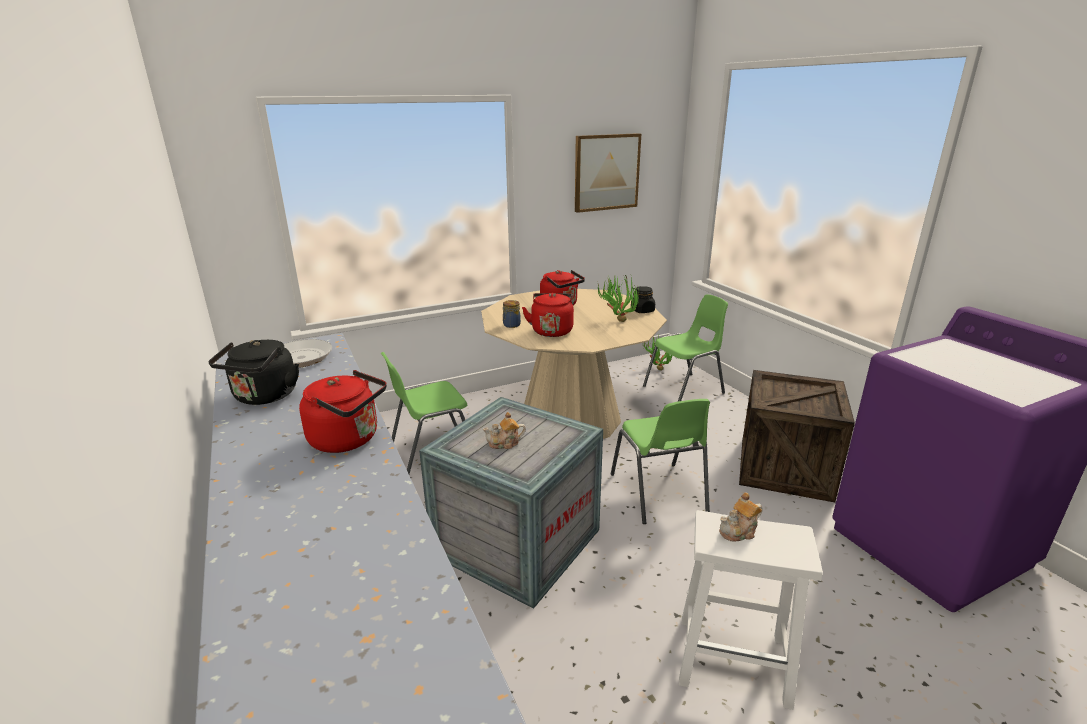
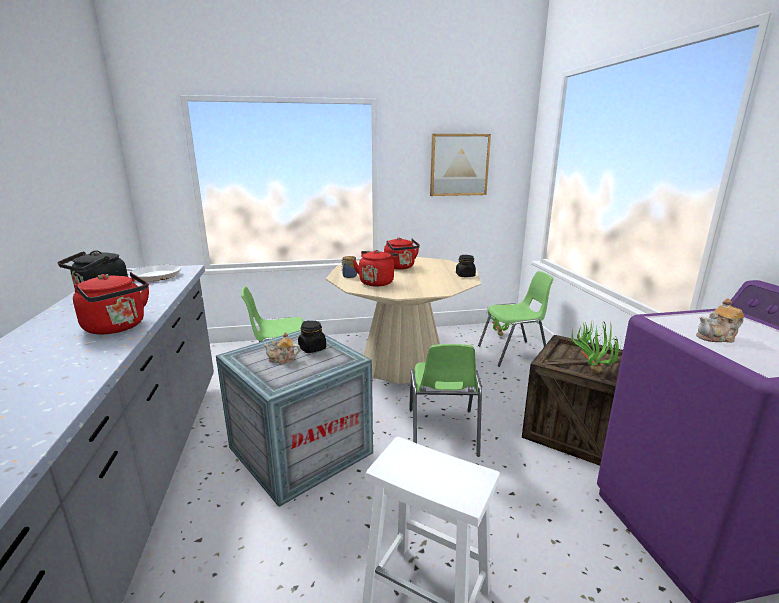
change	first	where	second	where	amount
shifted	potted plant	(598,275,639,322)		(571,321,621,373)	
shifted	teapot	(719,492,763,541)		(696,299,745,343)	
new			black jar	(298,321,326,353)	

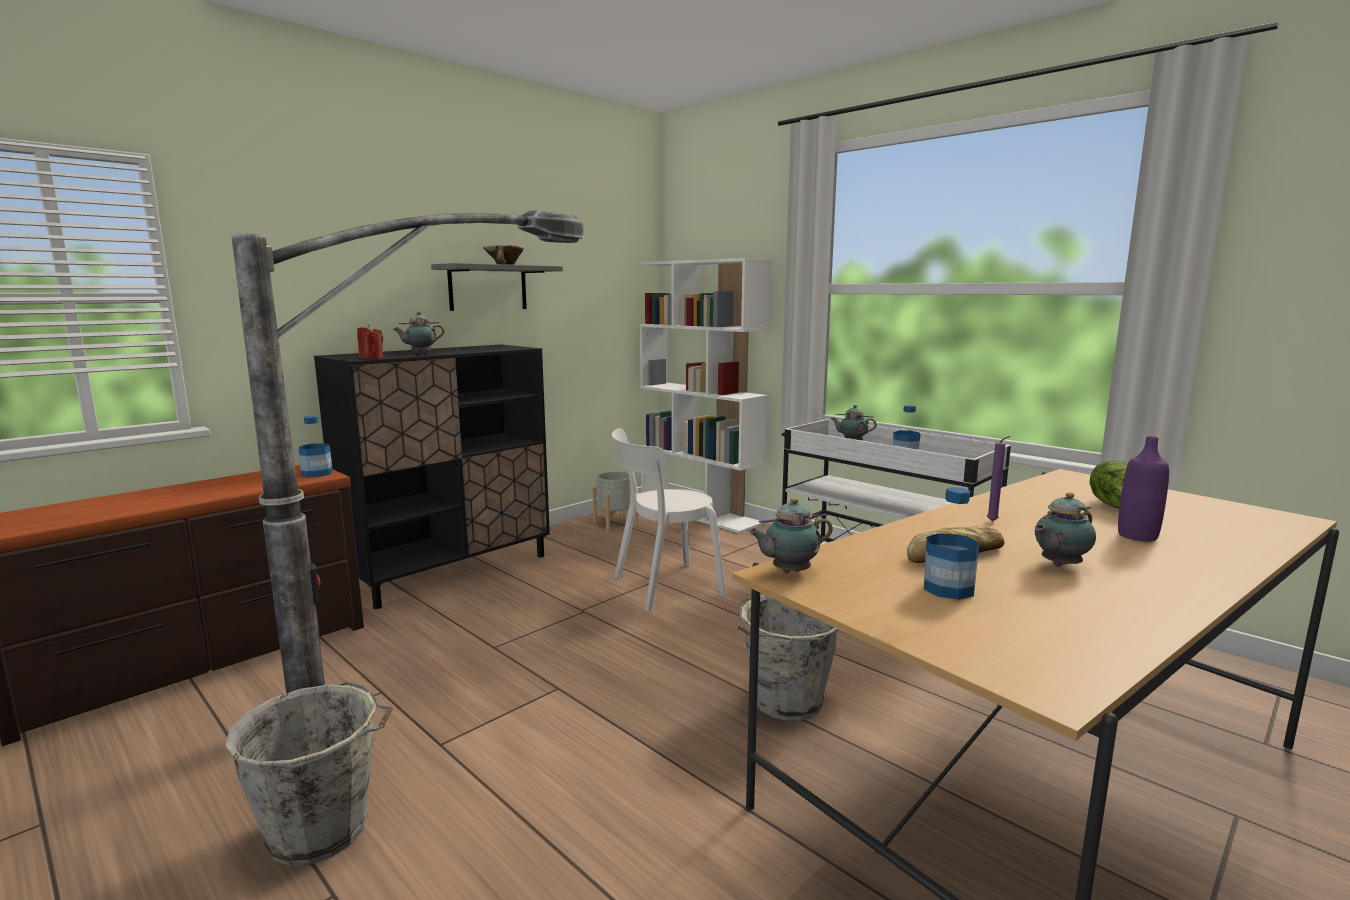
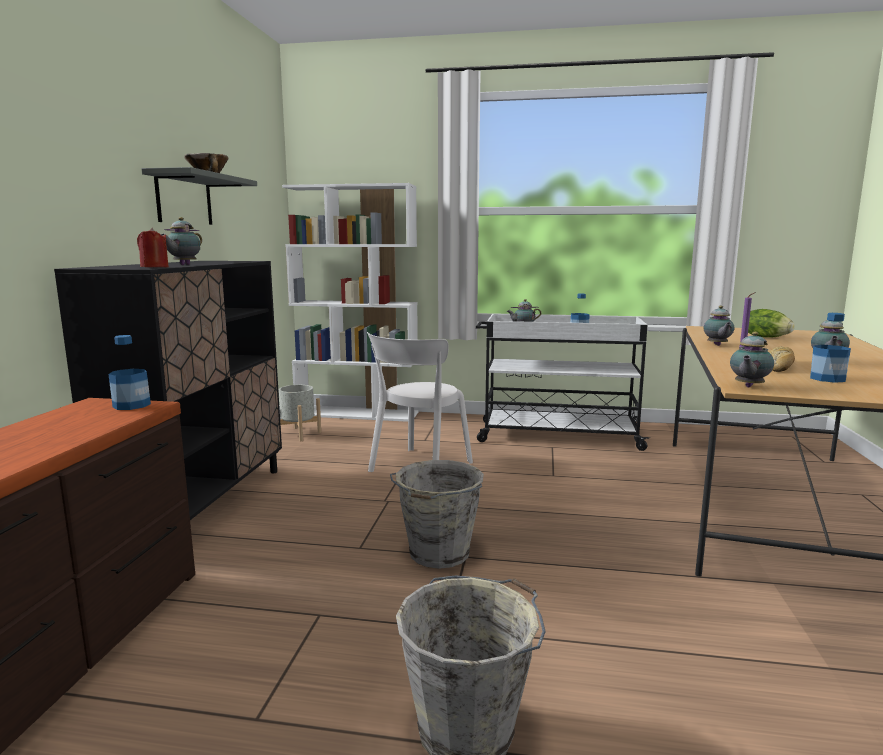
change	first	where	second	where	amount
gone	floor lamp	(231,210,584,693)			
gone	purple bottle	(1118,436,1169,542)			
shifted	grey bucket	(737,595,838,721)		(390,460,484,569)	
new			teapot	(704,306,734,346)	

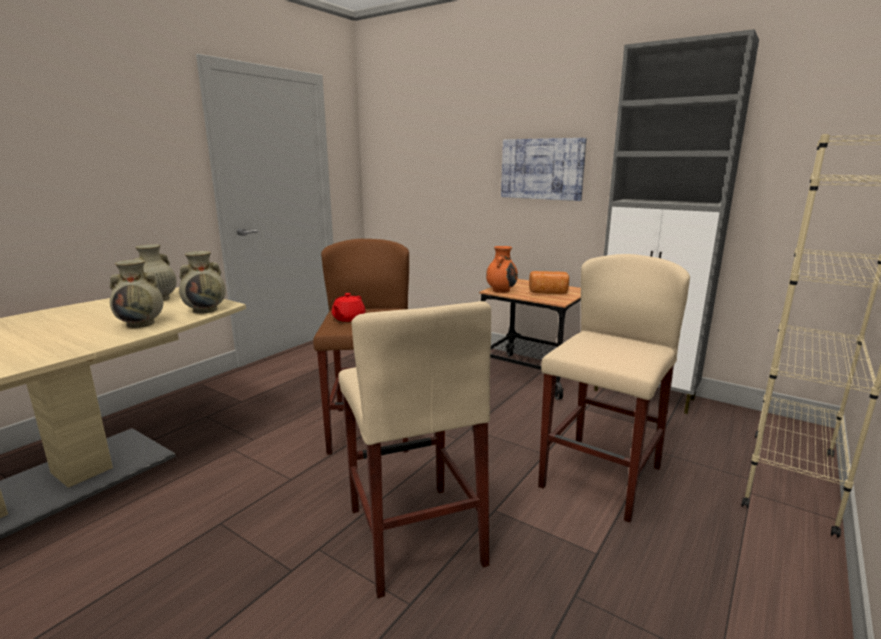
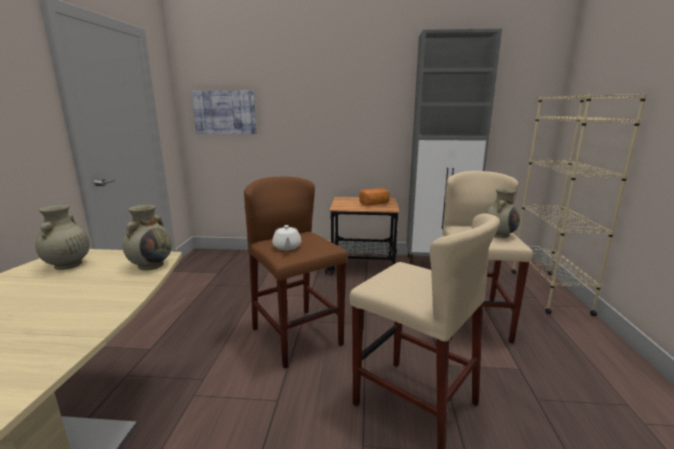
change	first	where	second	where	amount
shifted	picture	(501,138,587,201)		(192,91,256,134)	
gone	orange vase	(486,246,518,293)			
shifted	beige vase	(110,260,163,328)		(486,189,520,238)	
repainted	red teapot	(332,293,366,322)	white teapot	(272,225,301,250)	

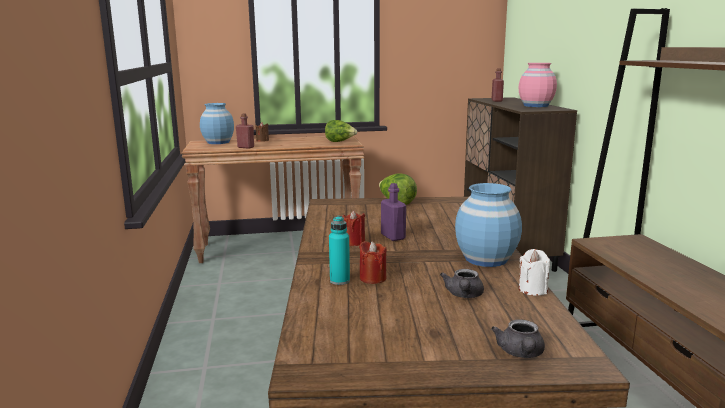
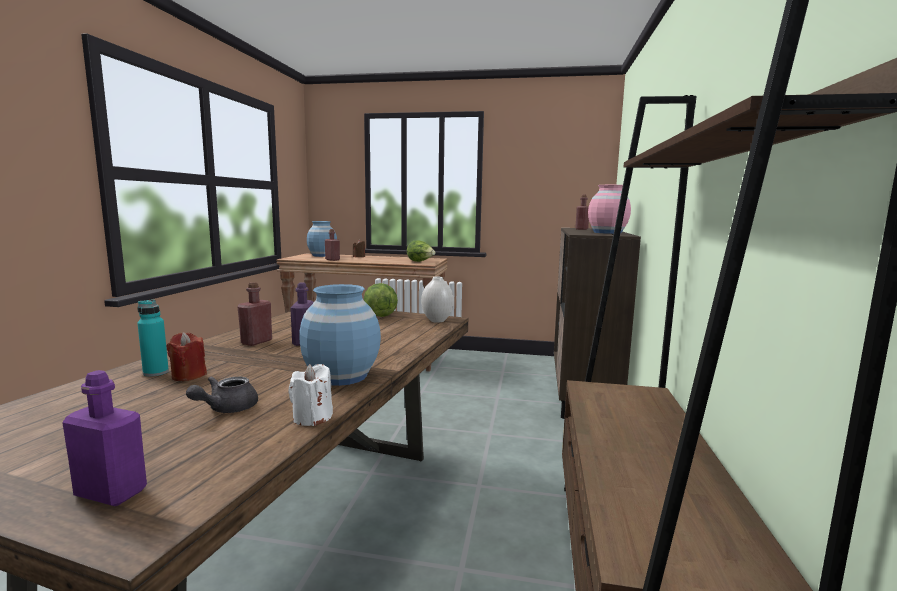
change	first	where	second	where	amount
swapped	red candle	(342,210,365,246)	red bottle	(237,282,272,346)	
swapped	grey teapot	(491,319,545,358)	purple bottle	(62,370,147,506)	
new			white vase	(421,276,454,323)	

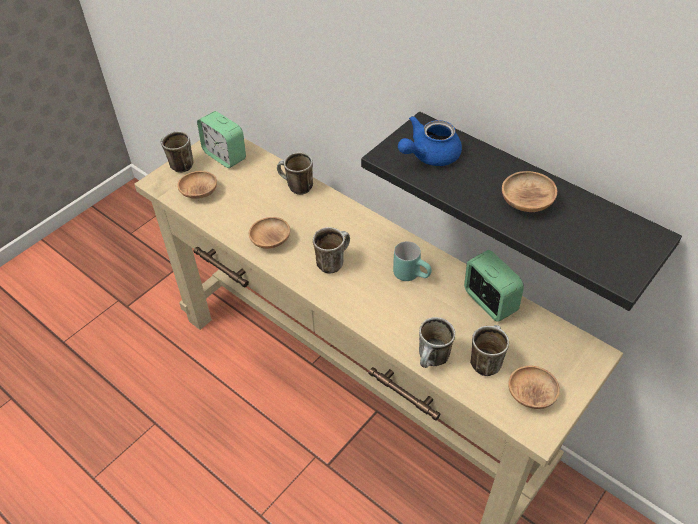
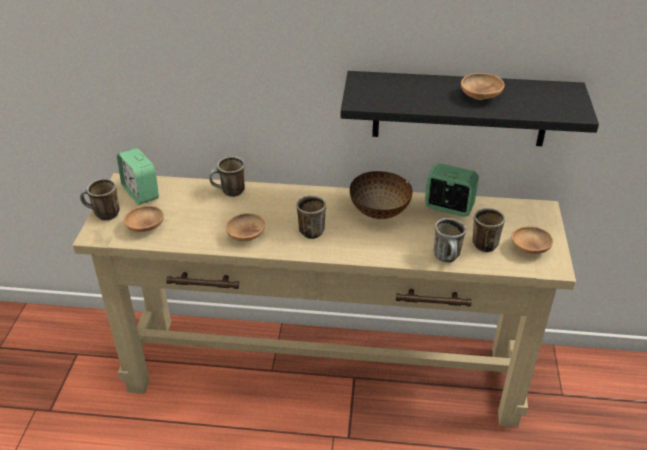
change	first	where	second	where	amount
rotated	alarm clock	(197,111,246,168)		(117,148,159,205)	45 degrees clockwise
gone	blue teapot	(398,116,462,166)			
swapped	turquoise mug	(393,241,432,281)	bowl	(350,171,412,219)	

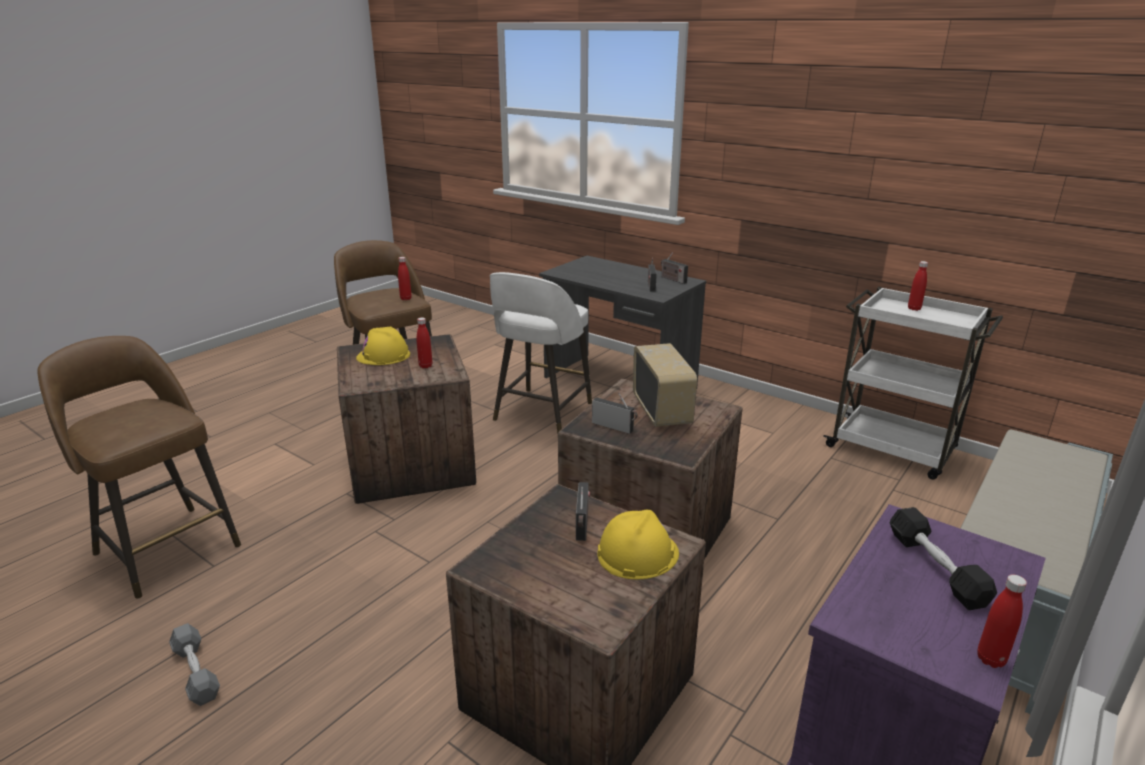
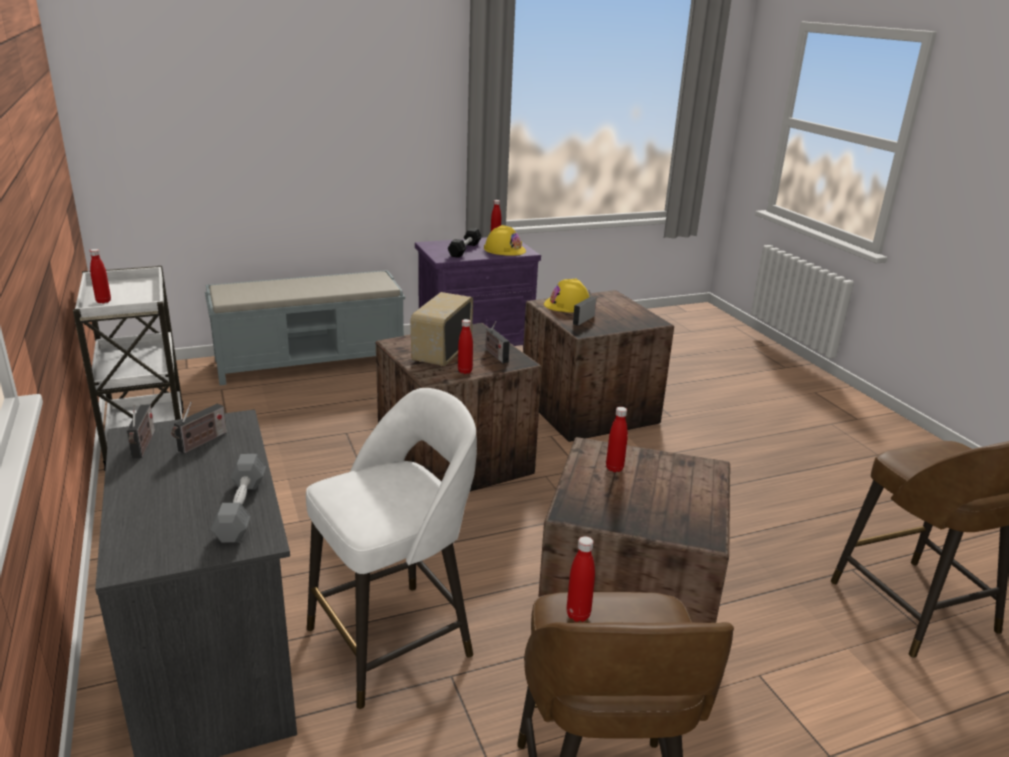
change	first	where	second	where	amount
shifted	yellow hard hat	(356,327,410,365)		(484,225,526,256)	
shifted	grey dumbbell	(169,623,220,706)		(211,454,266,543)	
new			red bottle	(458,319,473,374)	

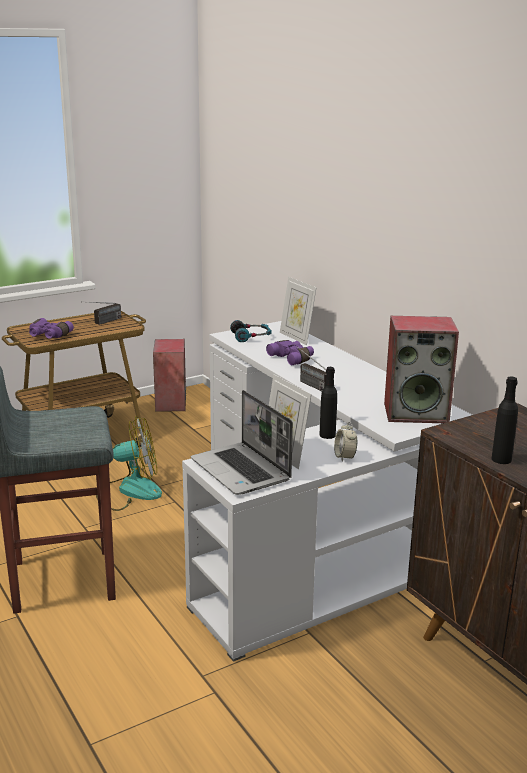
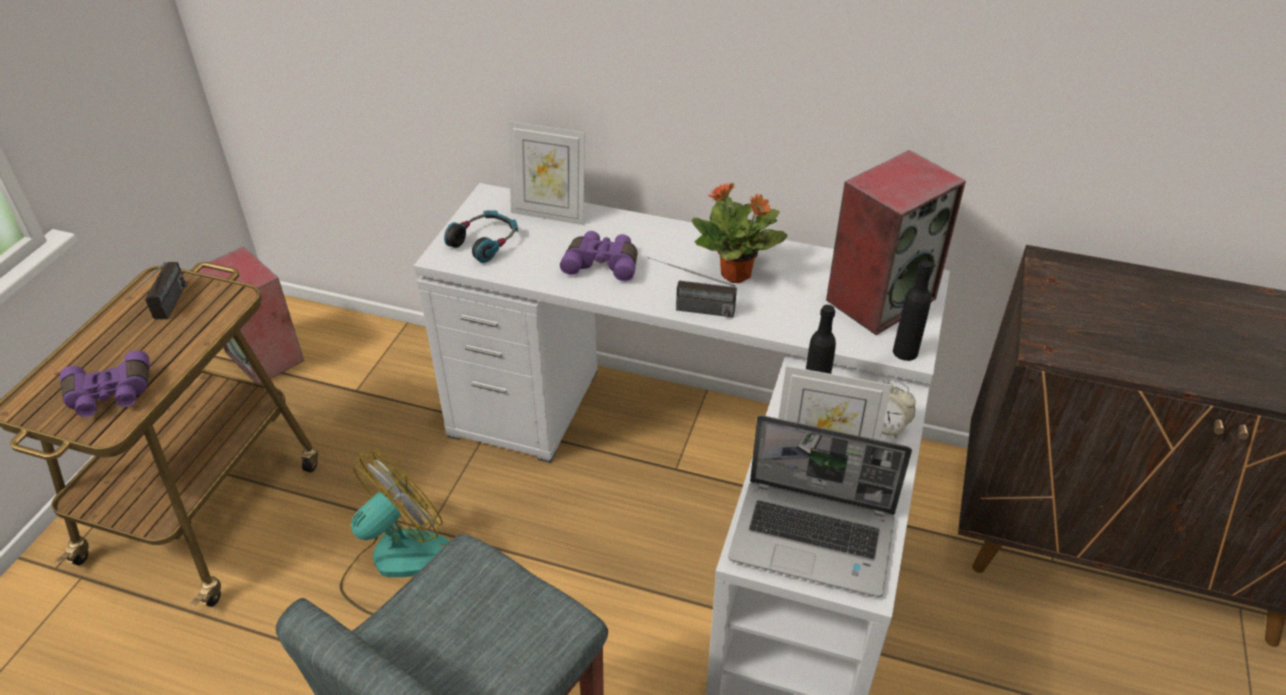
change	first	where	second	where	amount
shifted	black bottle	(492,376,518,464)		(893,260,933,361)	
new			potted plant	(691,183,787,283)	

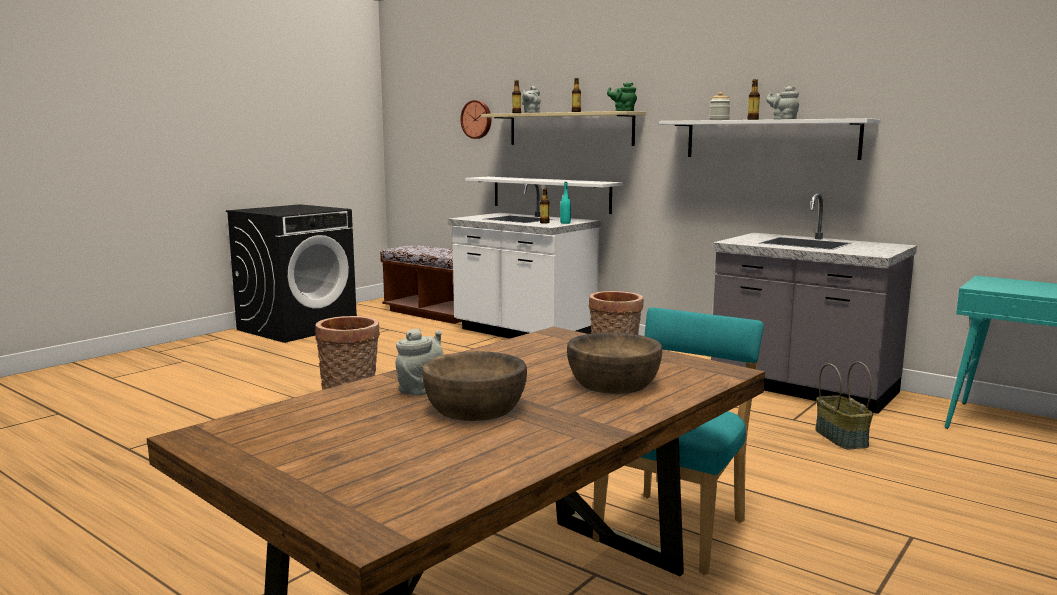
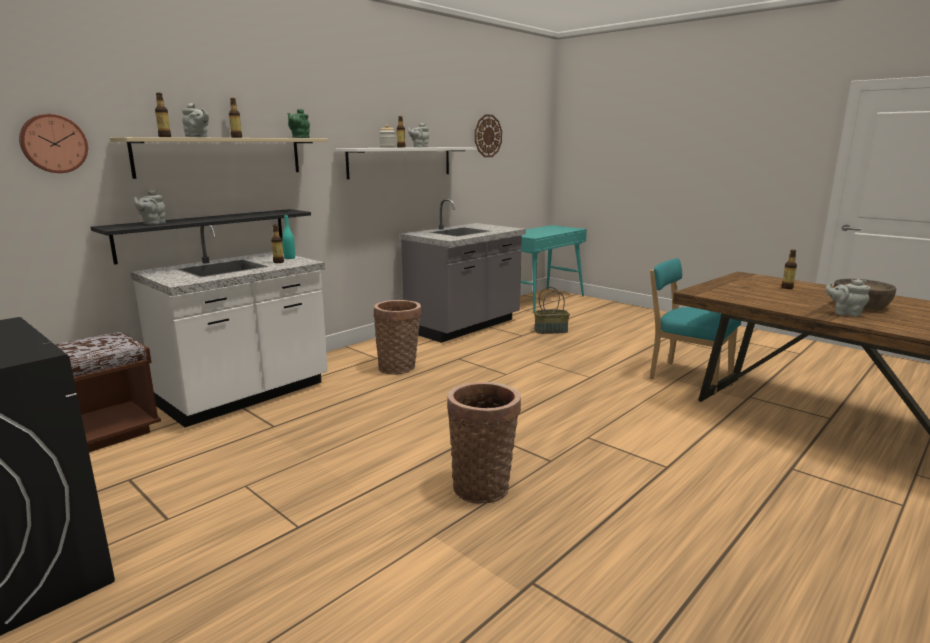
change	first	where	second	where	amount
repainted	white shelf	(465,177,623,214)	black shelf	(91,209,311,265)	
swapped	brown bowl	(567,332,662,394)	bottle	(781,250,797,289)	
new			wall clock	(475,114,502,157)	
new			grey teapot	(134,190,166,225)	

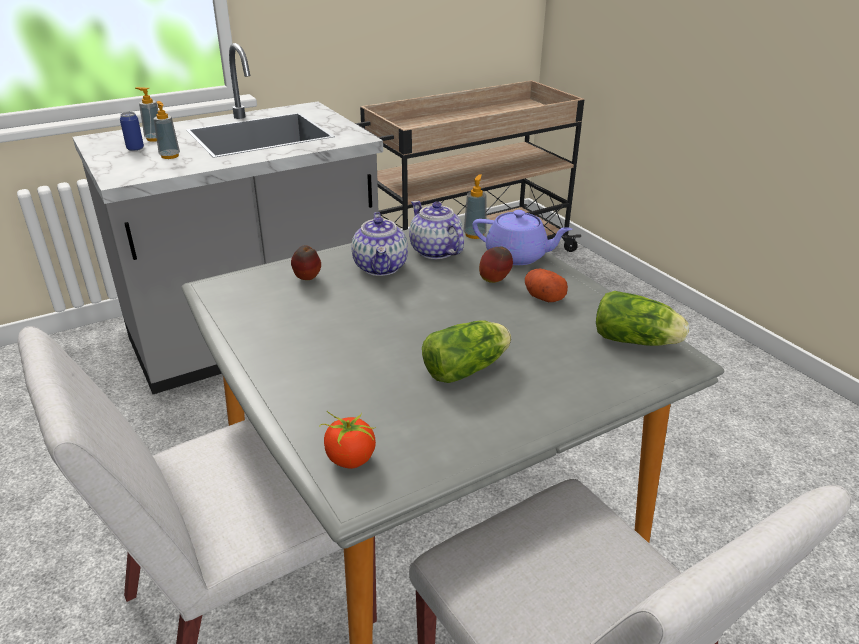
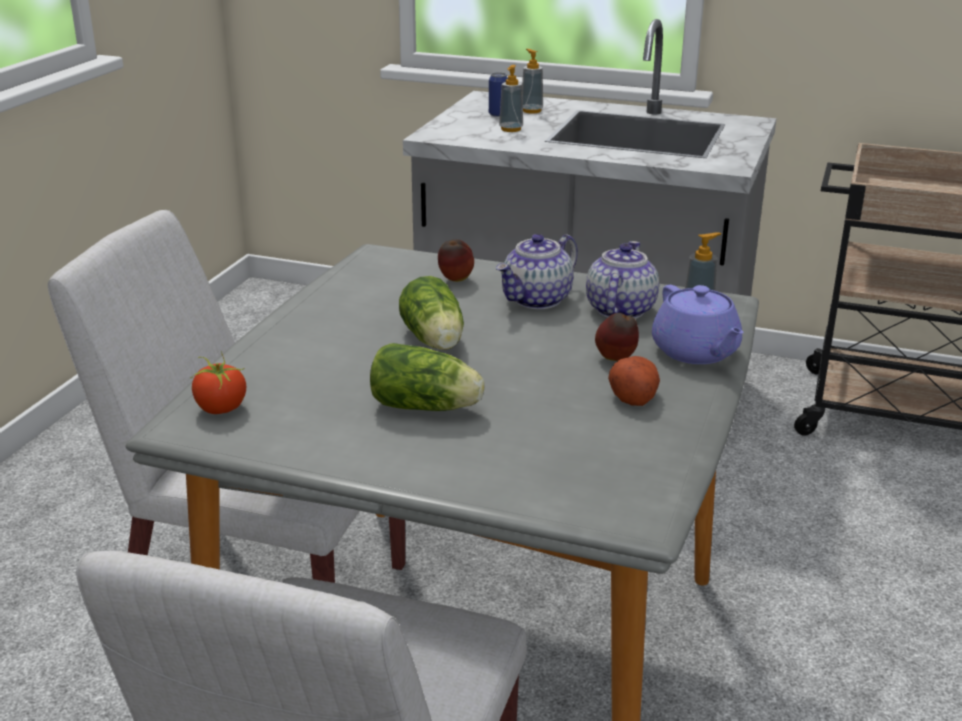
change	first	where	second	where	amount
shifted	lettuce	(596,291,689,346)		(399,276,464,350)	

